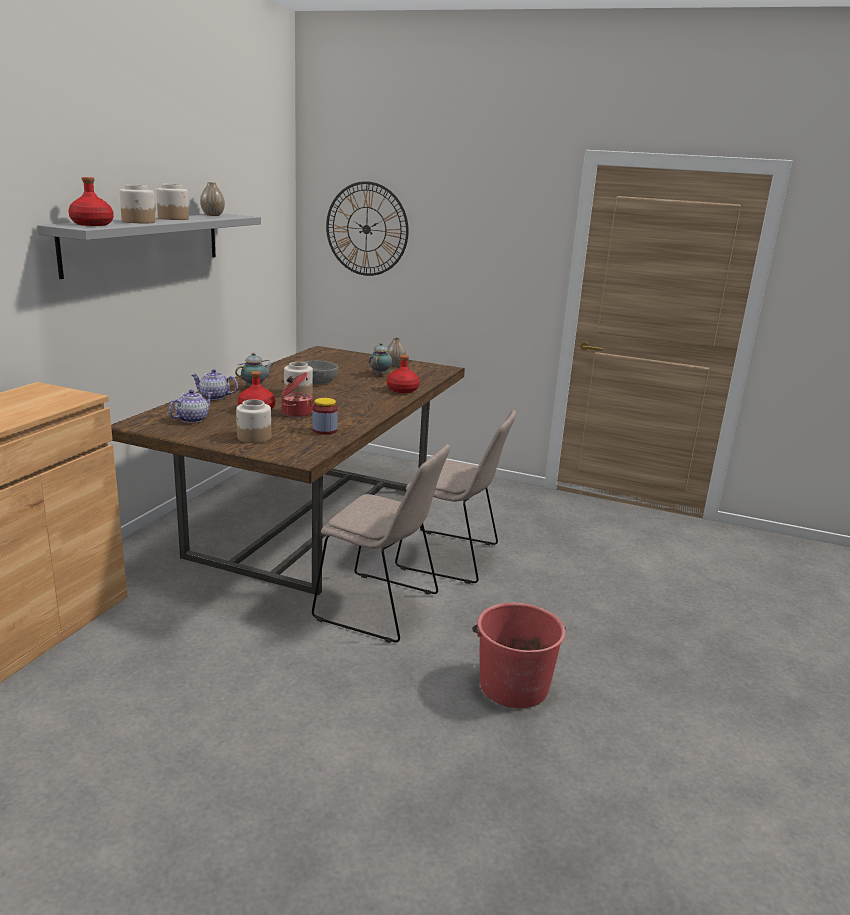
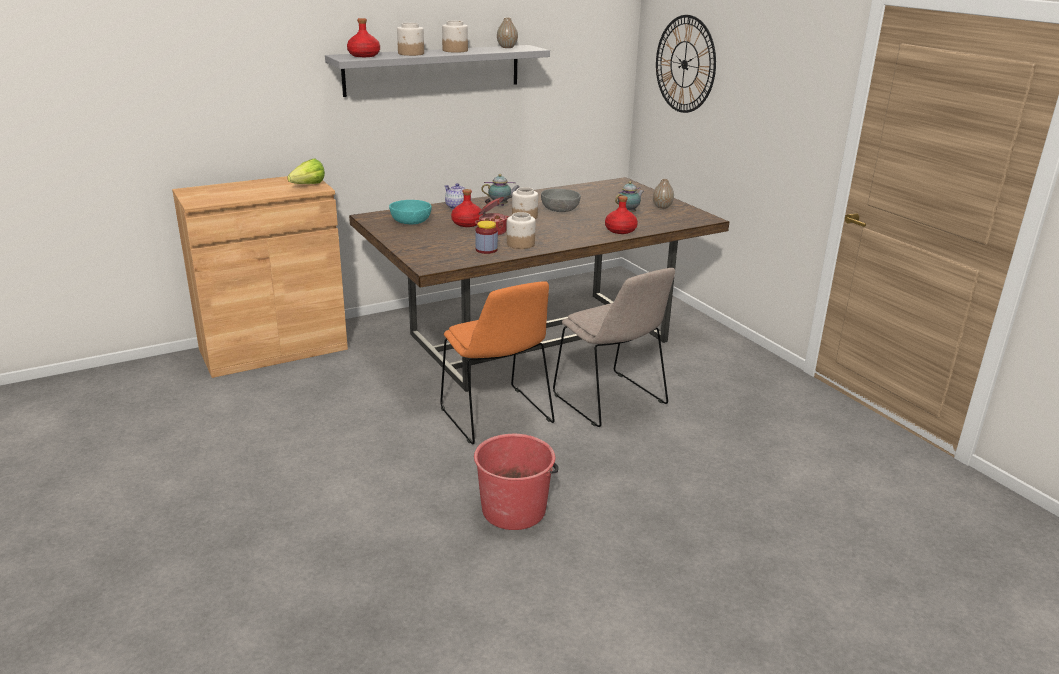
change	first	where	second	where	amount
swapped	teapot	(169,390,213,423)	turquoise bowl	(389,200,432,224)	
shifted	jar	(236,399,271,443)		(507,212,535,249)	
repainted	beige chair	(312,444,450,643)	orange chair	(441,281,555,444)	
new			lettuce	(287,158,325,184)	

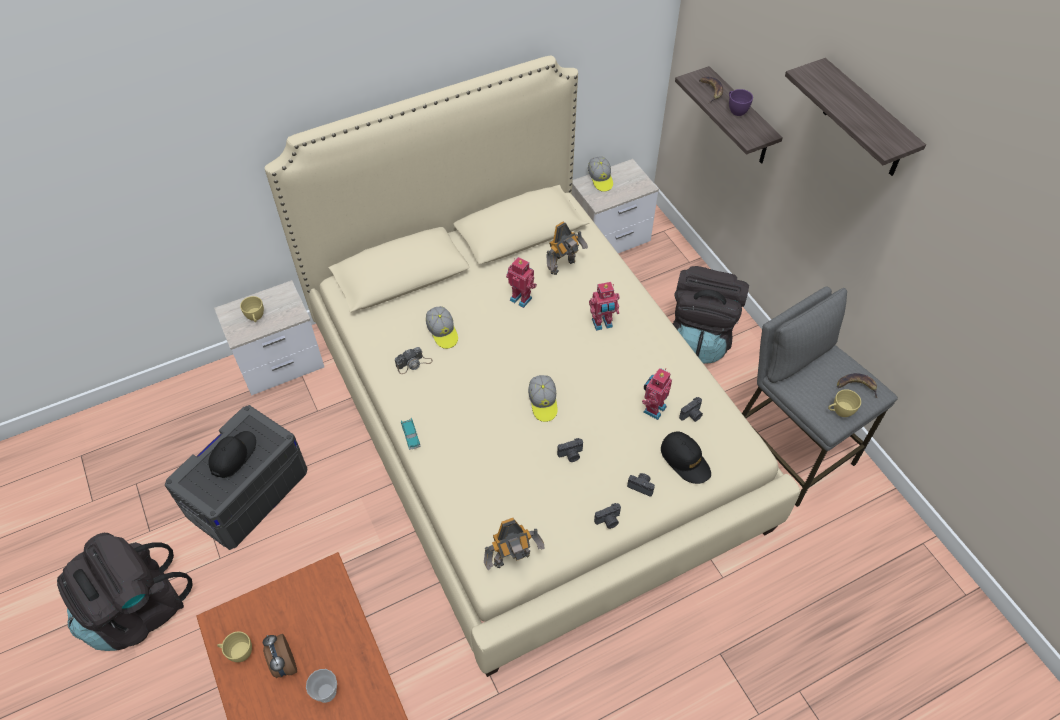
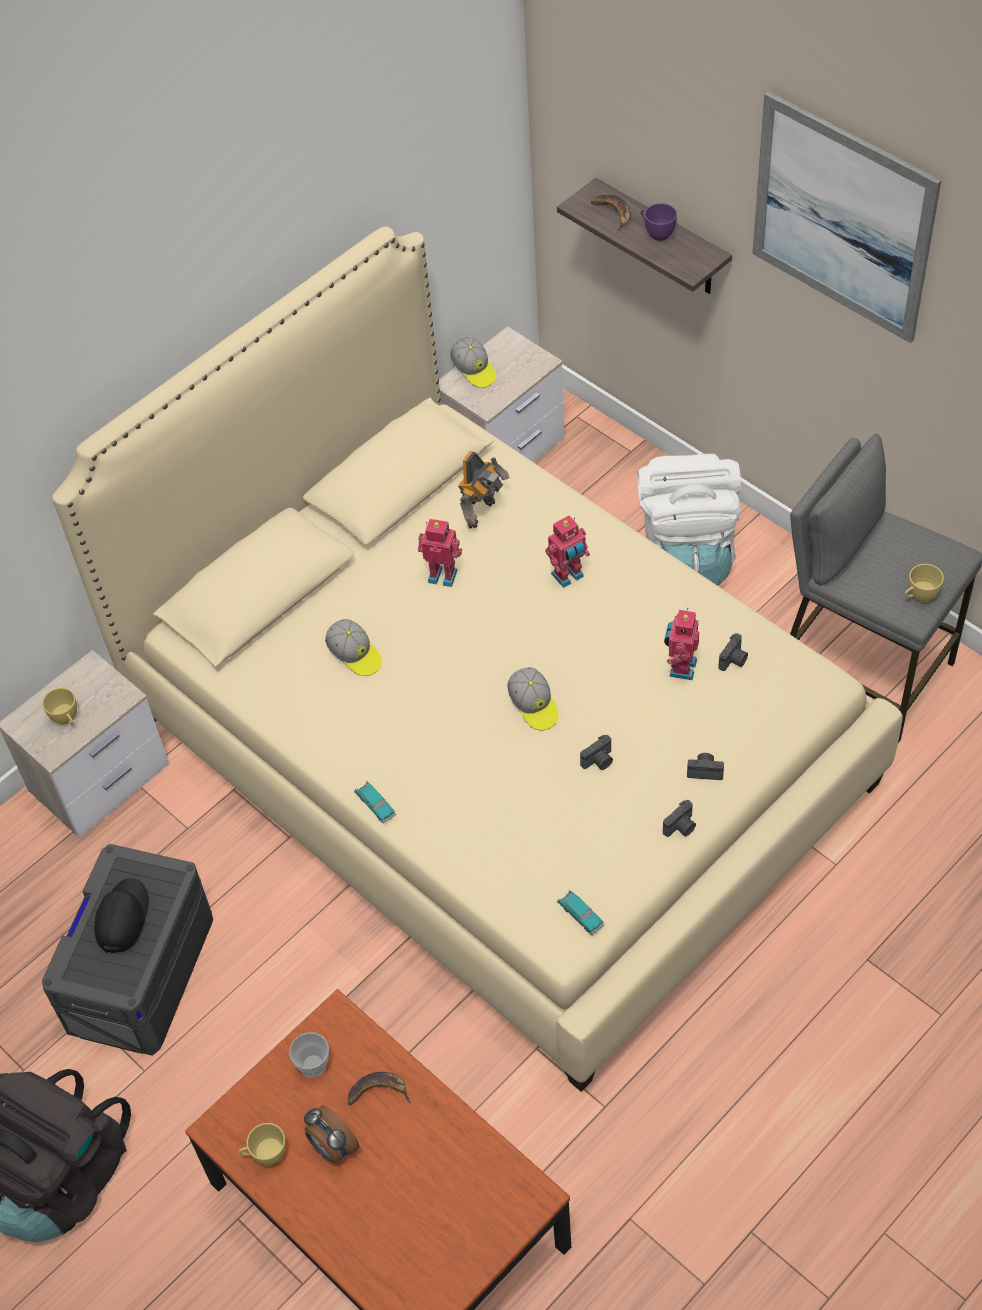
change	first	where	second	where	amount
swapped	shelf	(785,58,926,176)	picture	(752,91,941,343)	
repainted	black backpack	(673,266,749,364)	white backpack	(638,454,741,586)	
gone	photo camera	(395,347,433,374)			
shifted	banana	(837,373,877,398)		(348,1072,410,1105)	
gone	black cap	(661,432,711,484)			
swapped	toy robot	(484,518,544,570)	toy car	(557,890,605,935)	
shifted	cup	(306,669,337,703)		(289,1032,329,1078)	

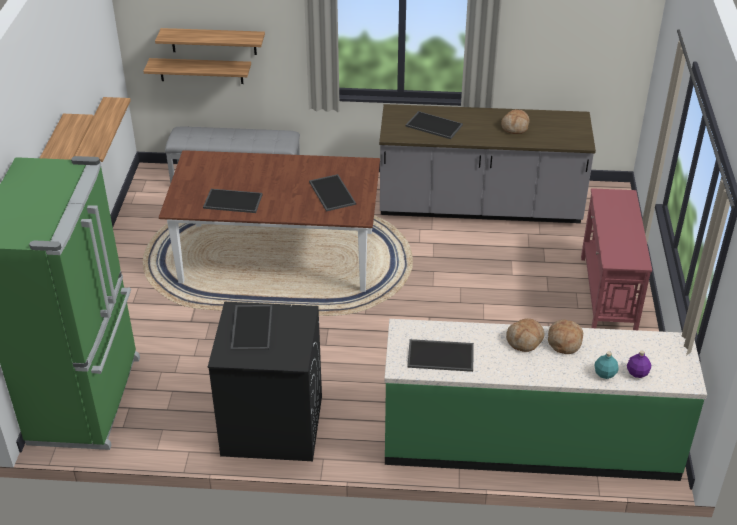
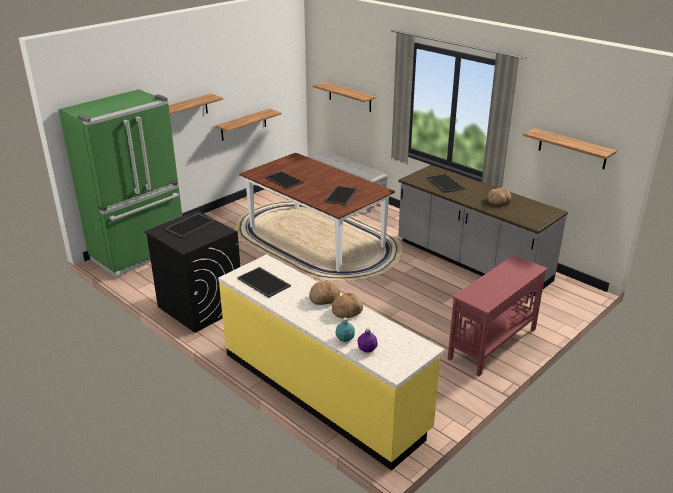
change	first	where	second	where	amount
shifted	shelf	(143,58,251,84)		(523,128,617,169)	
repainted	green counter	(384,319,707,481)	yellow counter	(218,254,445,470)	

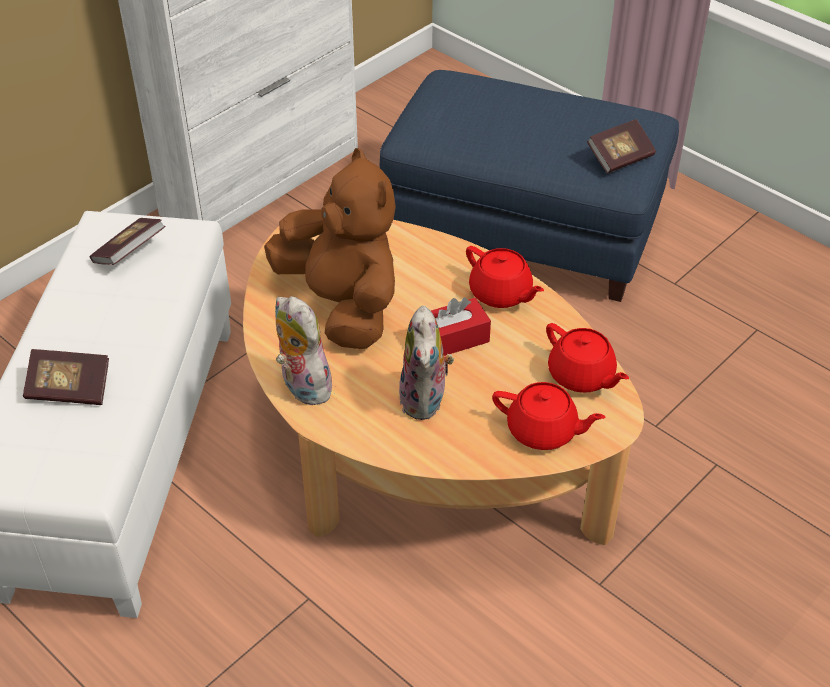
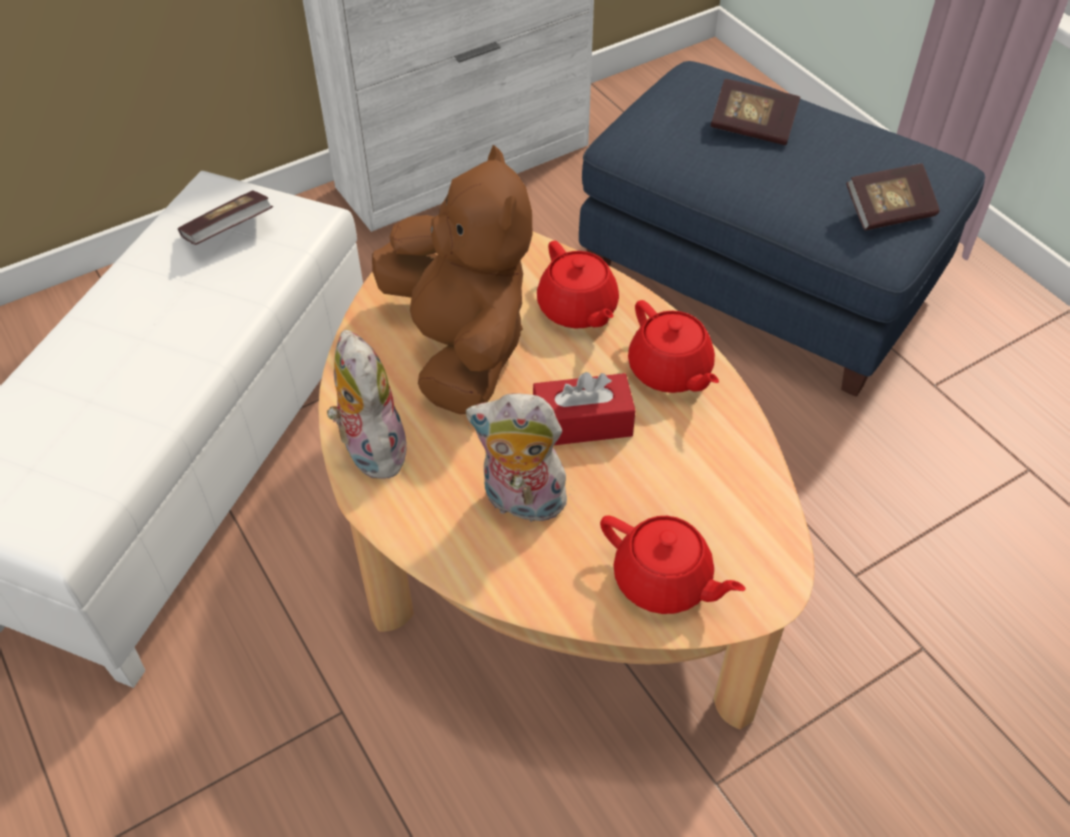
change	first	where	second	where	amount
rotated	plush toy	(399,306,454,420)		(466,393,570,522)	90 degrees clockwise
shifted	red teapot	(546,323,629,393)		(537,241,619,328)	
shifted	book	(23,349,109,405)		(711,79,800,145)	

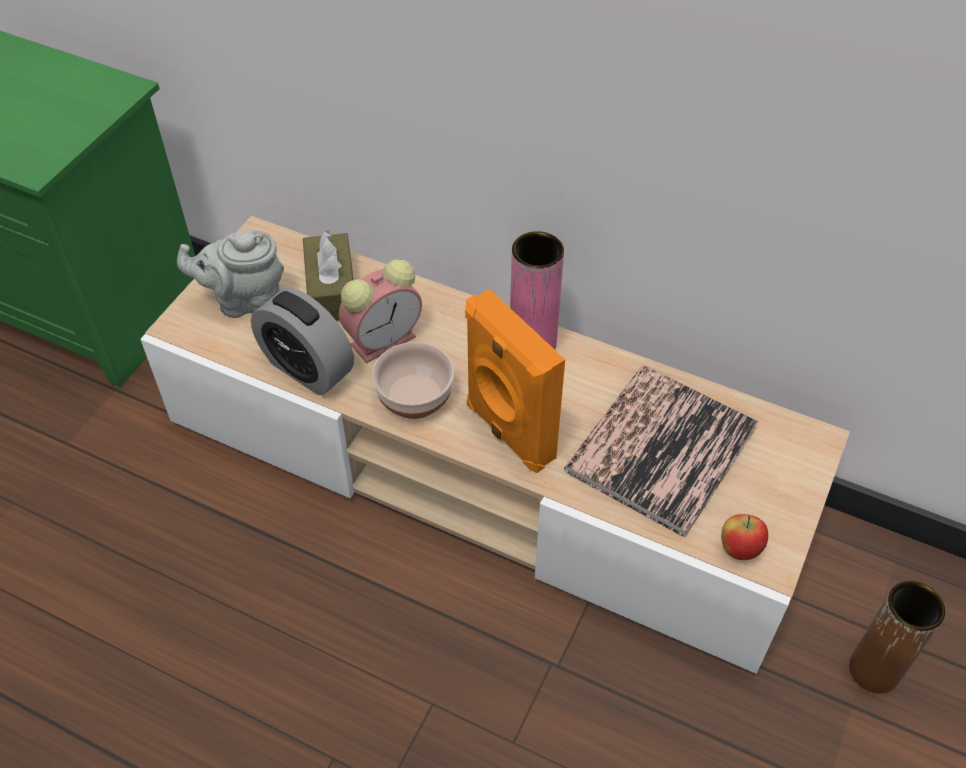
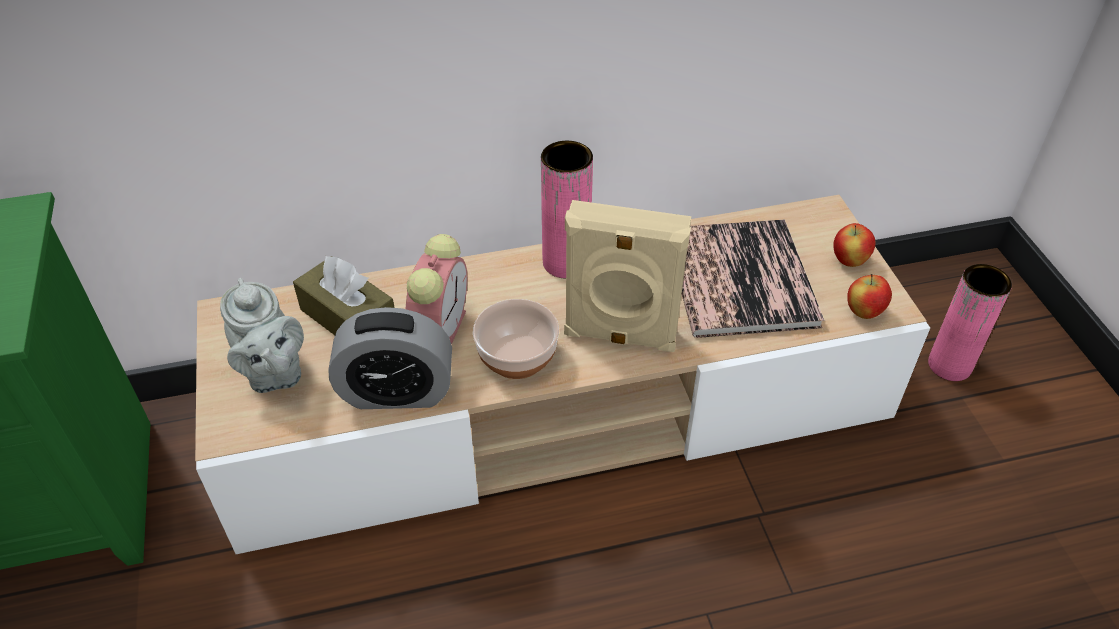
change	first	where	second	where	amount
rotated	grey teapot	(177,230,284,318)		(220,278,304,393)	75 degrees counterclockwise
repainted	orange speaker	(465,289,565,473)	beige speaker	(564,200,691,352)	
repainted	brown vase	(849,581,945,693)	pink vase	(928,264,1012,381)	
new			apple	(833,223,875,267)	

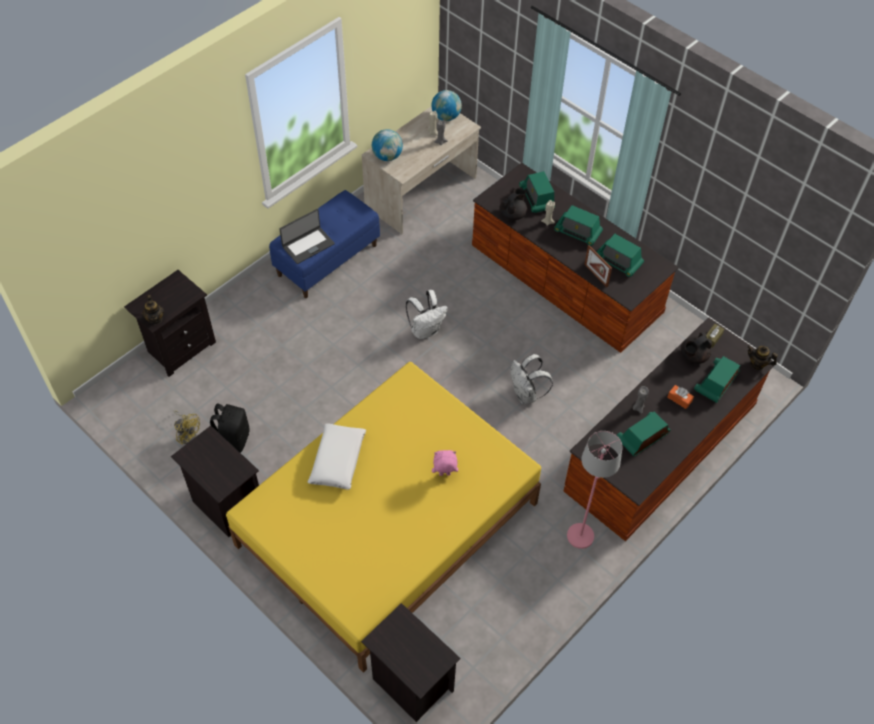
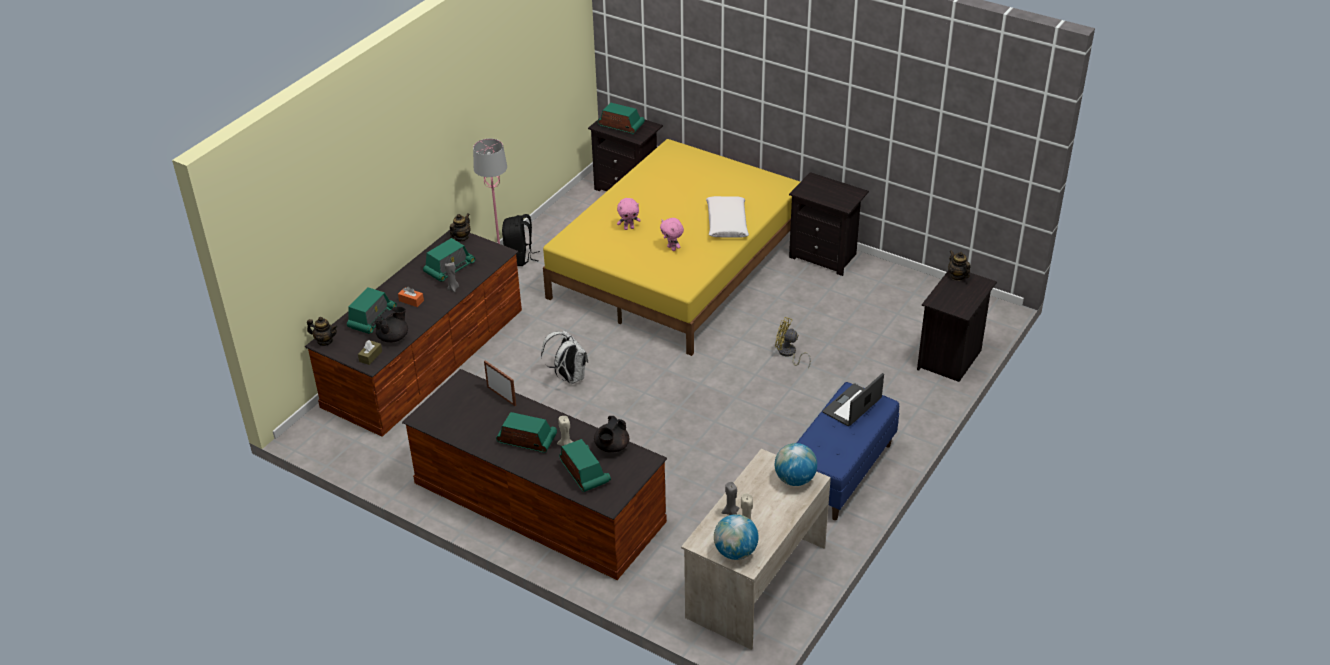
change	first	where	second	where	amount
shifted	radio	(597,234,644,277)		(598,103,645,134)	
gone	white backpack	(406,290,448,339)			
shifted	black backpack	(210,404,249,453)		(502,214,540,266)	
shifted	yellow fan	(174,410,200,445)		(775,317,811,368)	
new			teapot	(450,213,471,241)	
new			pink plush toy	(660,218,684,251)	

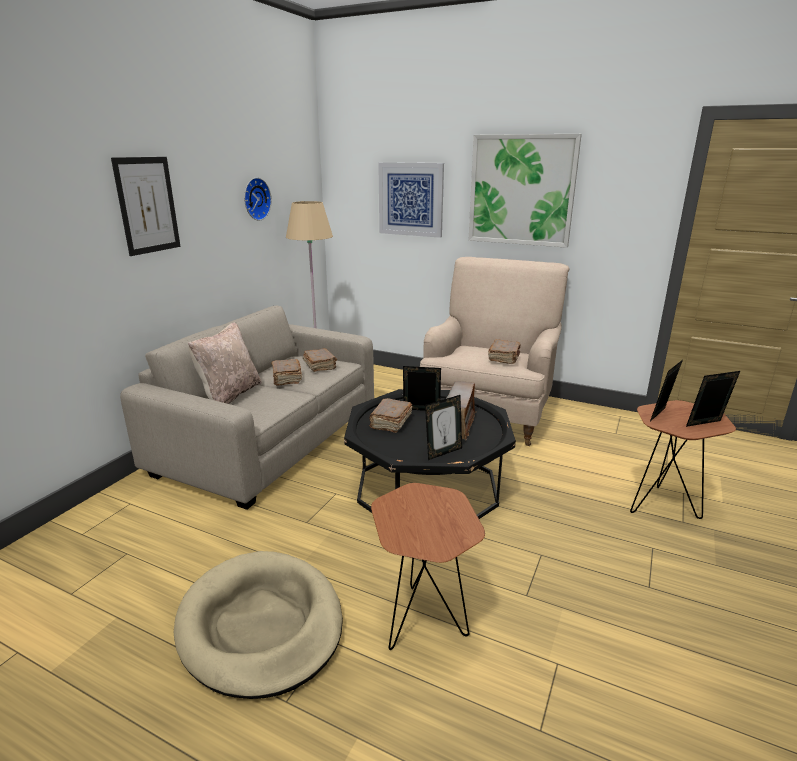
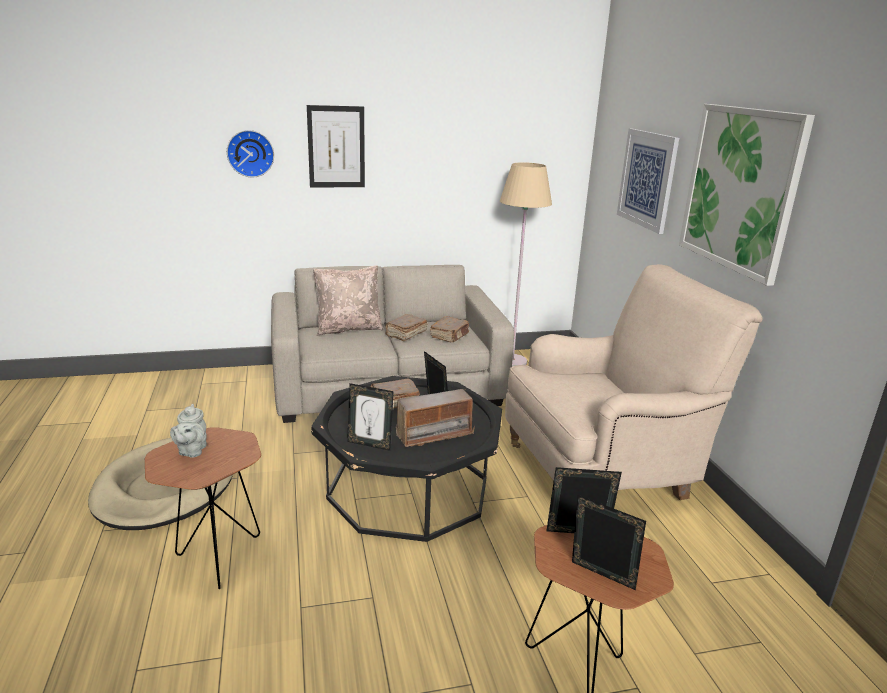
change	first	where	second	where	amount
shifted	wall clock	(244,178,272,221)		(227,130,274,177)	
gone	brown book	(488,339,520,364)			
new			grey teapot	(170,404,207,458)	

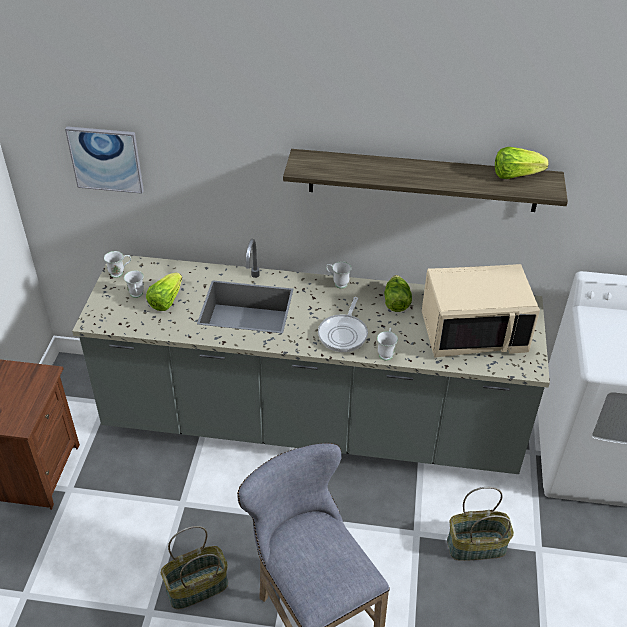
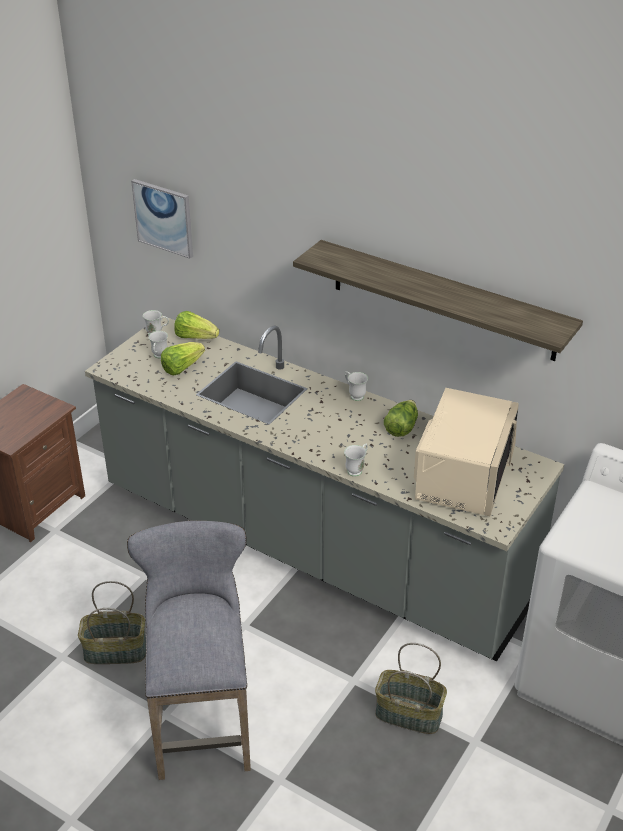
change	first	where	second	where	amount
shifted	lettuce	(495,147,549,179)		(174,311,219,339)	
rotated	beige microwave	(422,264,540,358)		(414,388,519,516)	90 degrees counterclockwise
gone	frying pan	(318,297,368,352)			

